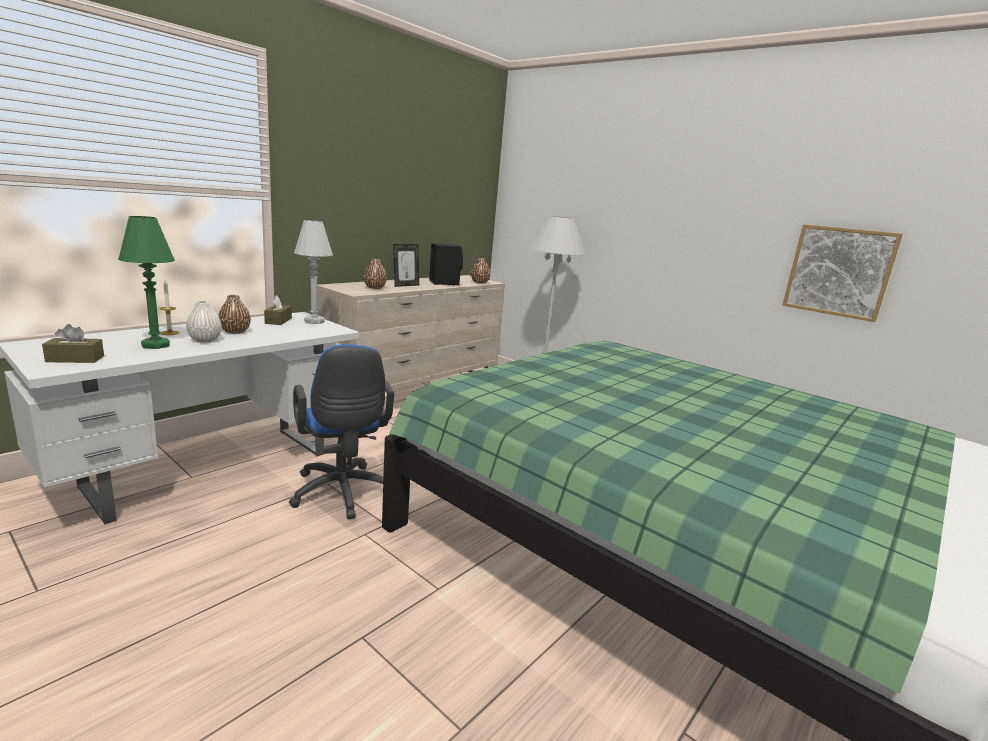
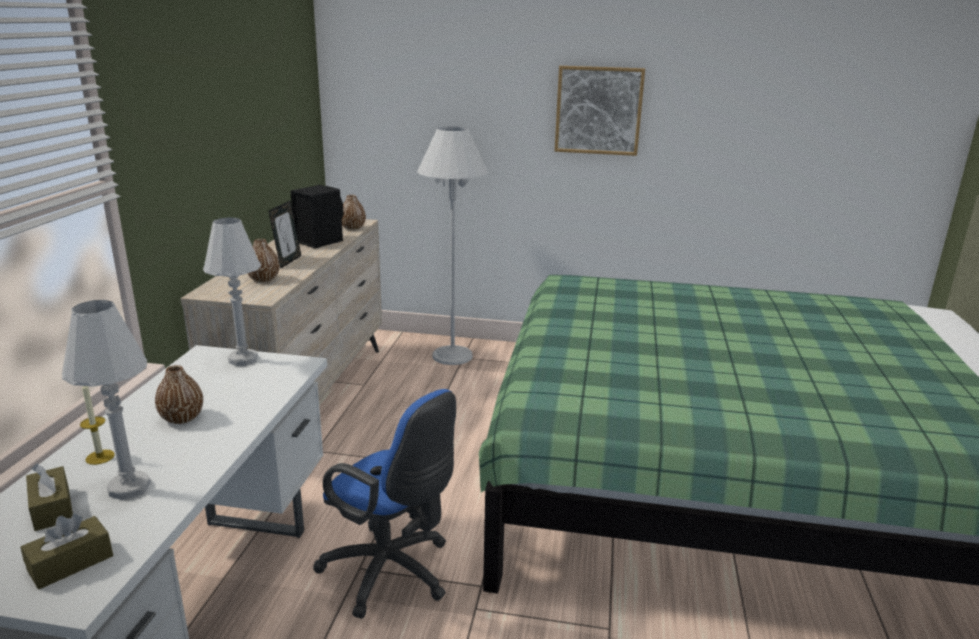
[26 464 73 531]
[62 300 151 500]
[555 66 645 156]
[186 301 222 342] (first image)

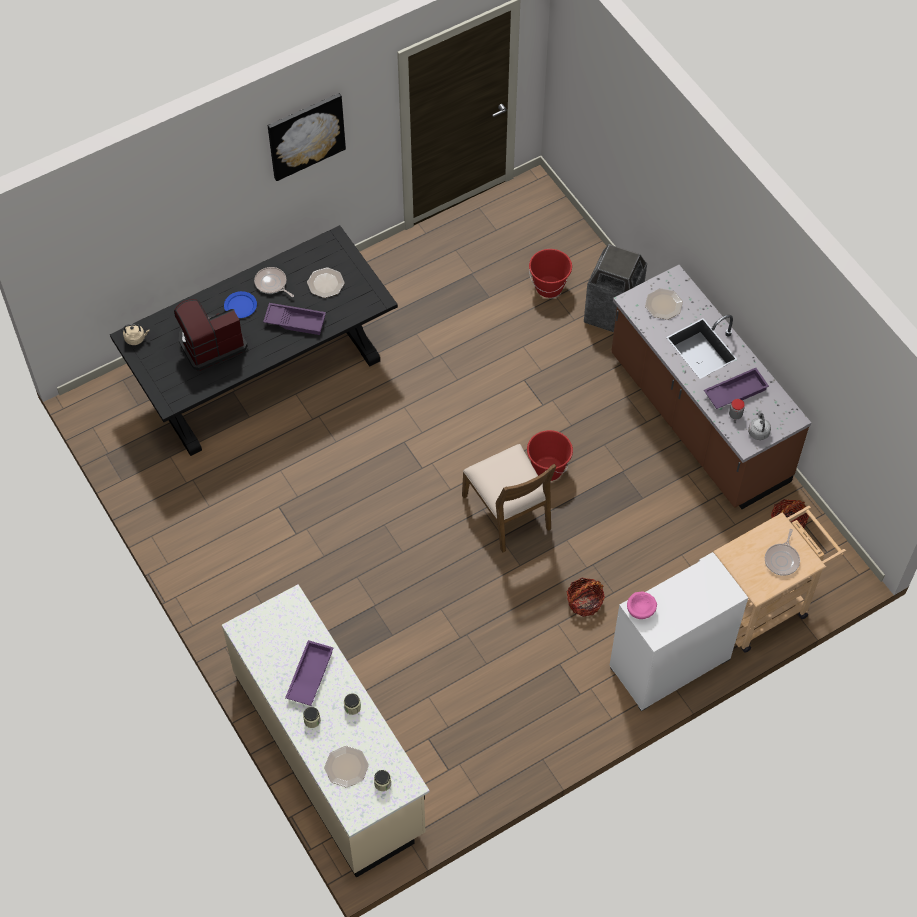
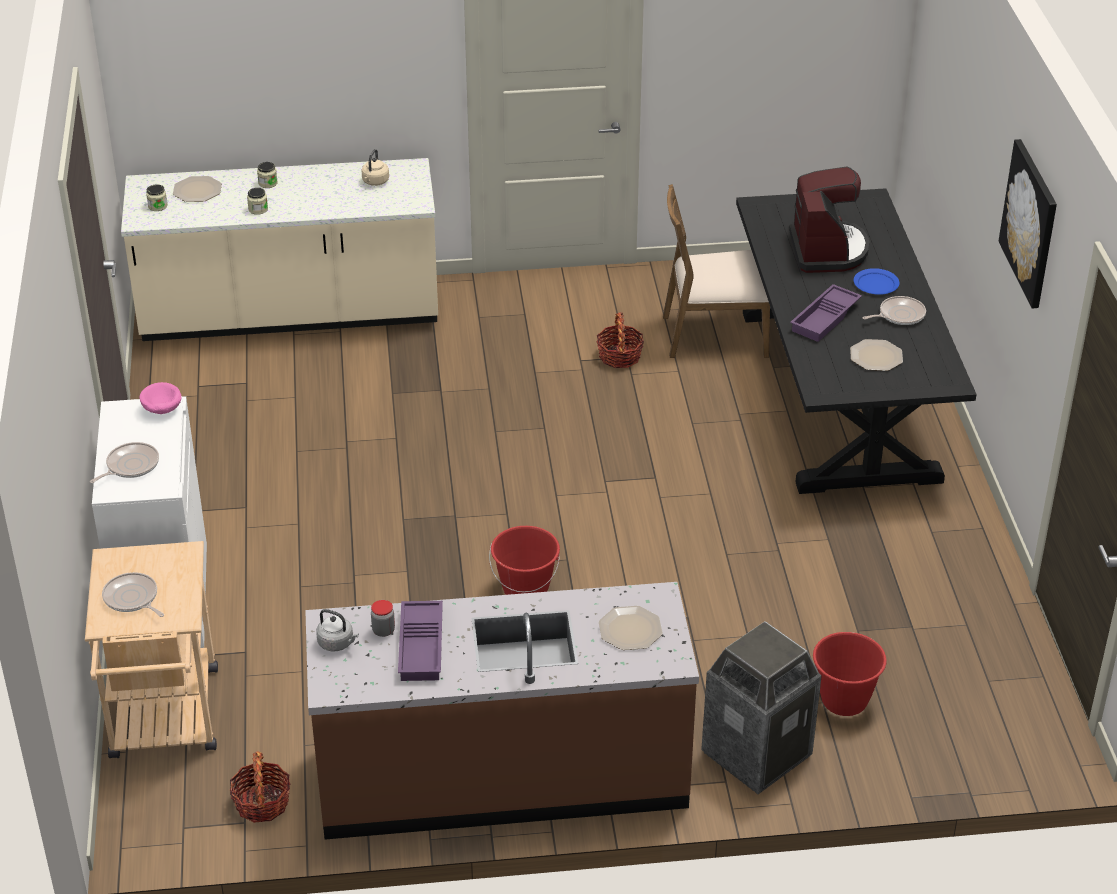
[90 442 159 483]
[361 149 389 186]
[597 312 644 368]
[663 184 770 358]
[285 640 333 706] (first image)

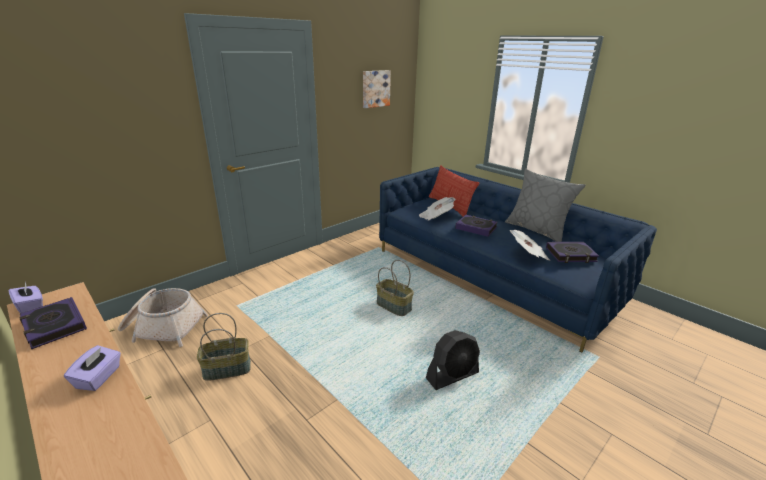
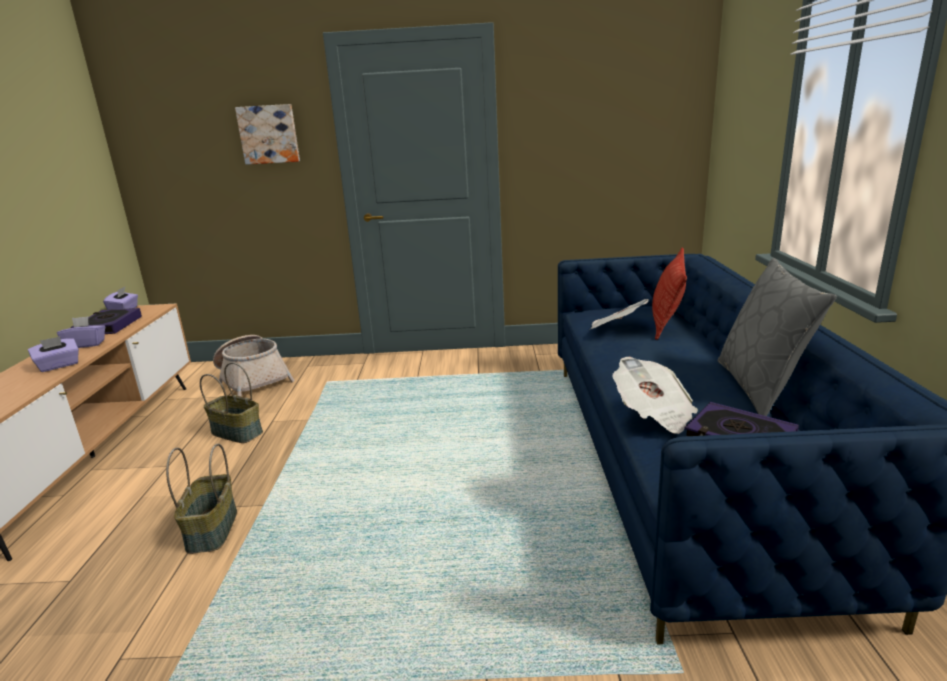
[57 316 105 348]
[166 444 237 554]
[235 104 300 165]
[426 330 480 390] (first image)
[455 215 498 237] (first image)

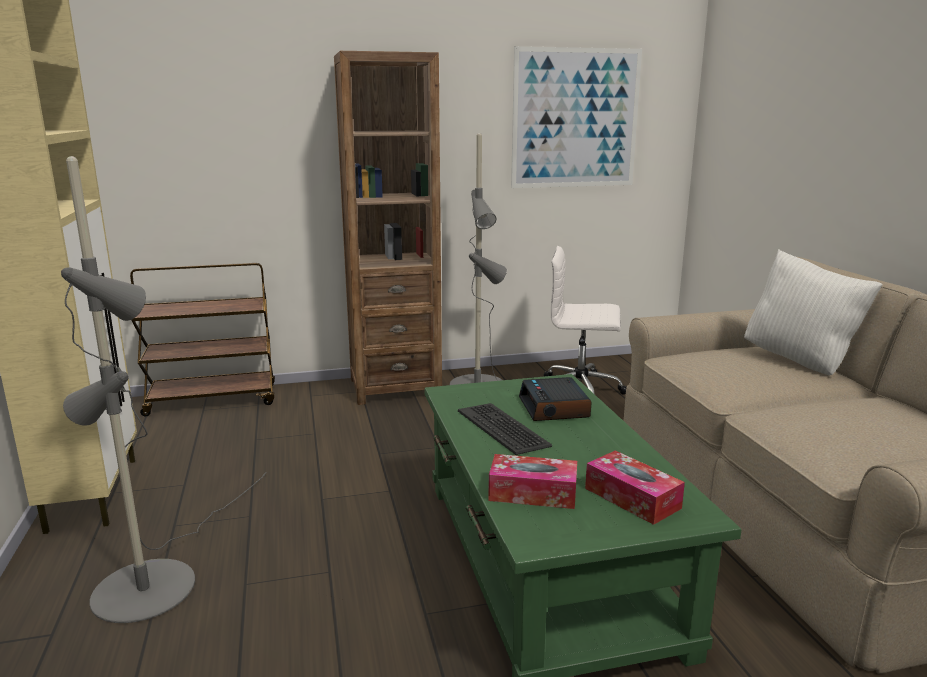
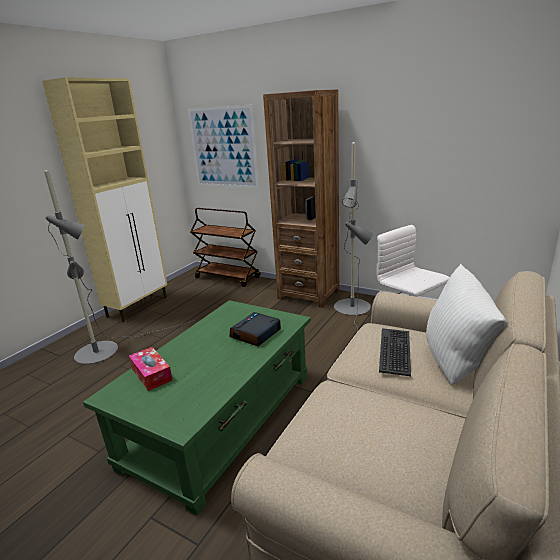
[188 105 259 188]
[379 328 411 376]
[585 450 685 525] (first image)

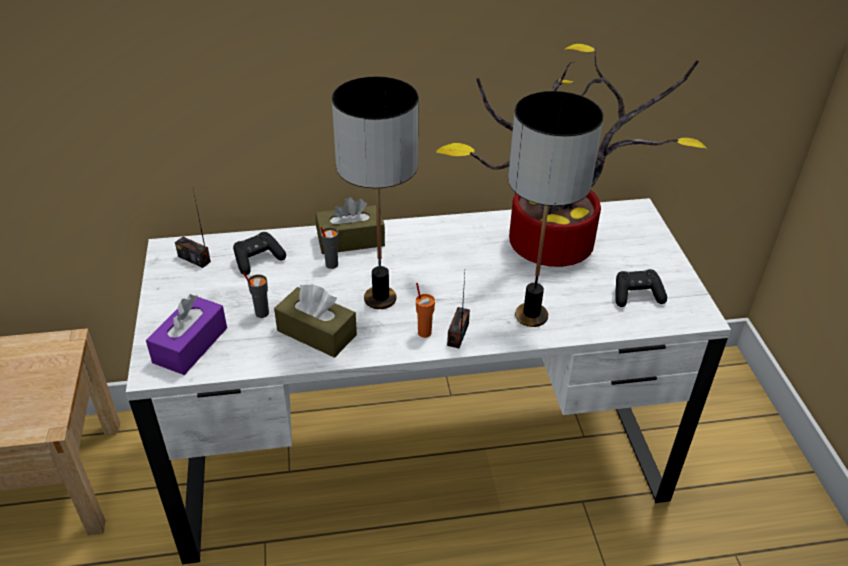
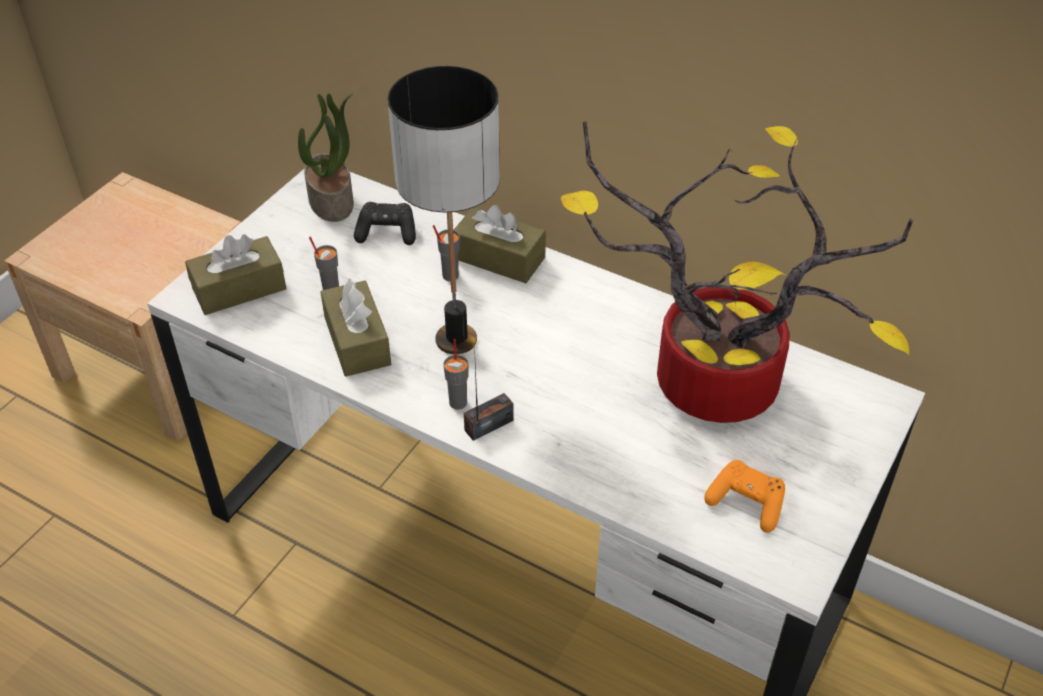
[185 234 286 315]
[298 93 354 222]
[443 339 469 410]
[704 460 785 533]
[508 91 604 327] (first image)

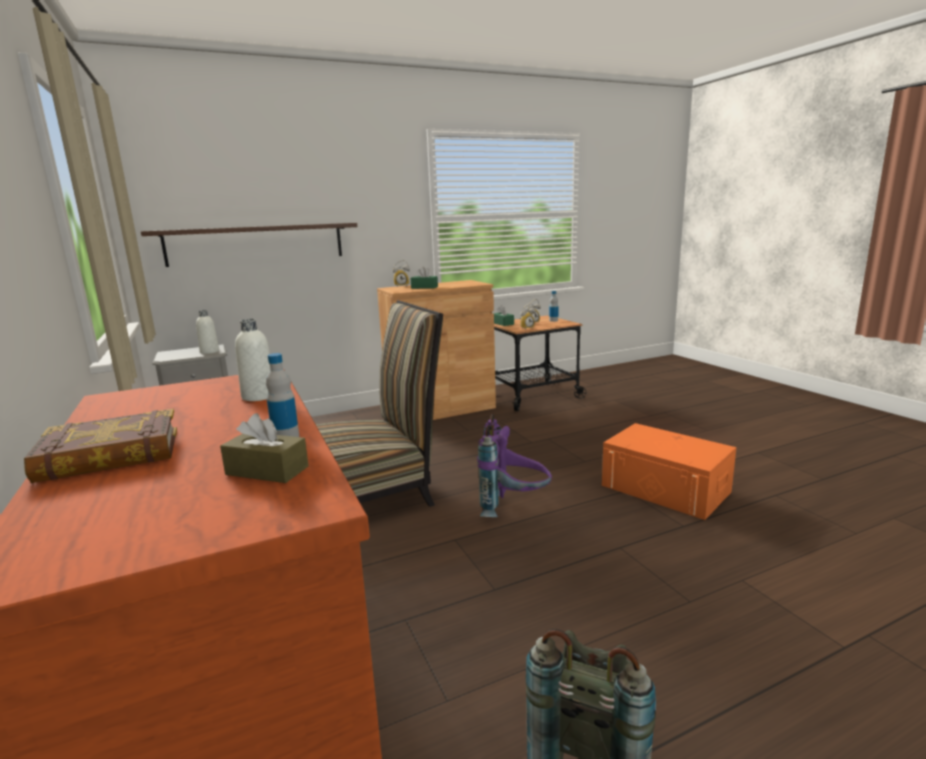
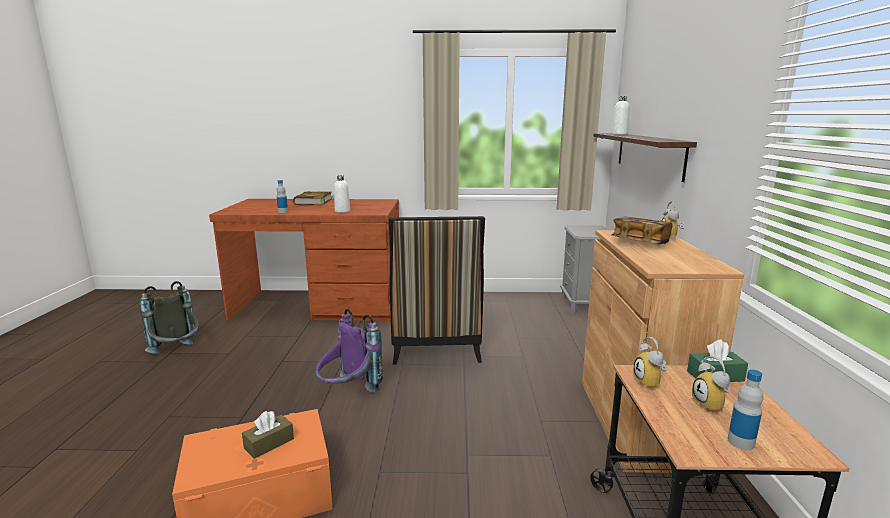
[242 411 294 459]
[611 217 673 244]
[612 96 630 135]

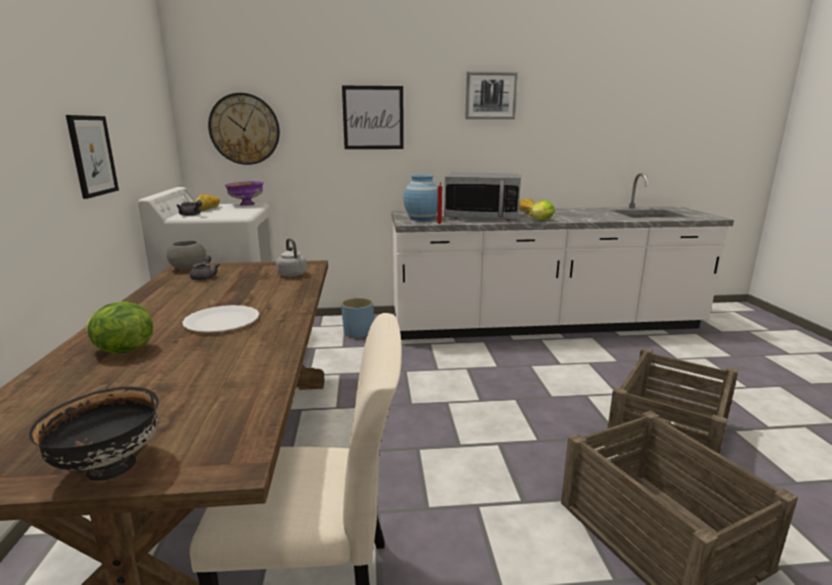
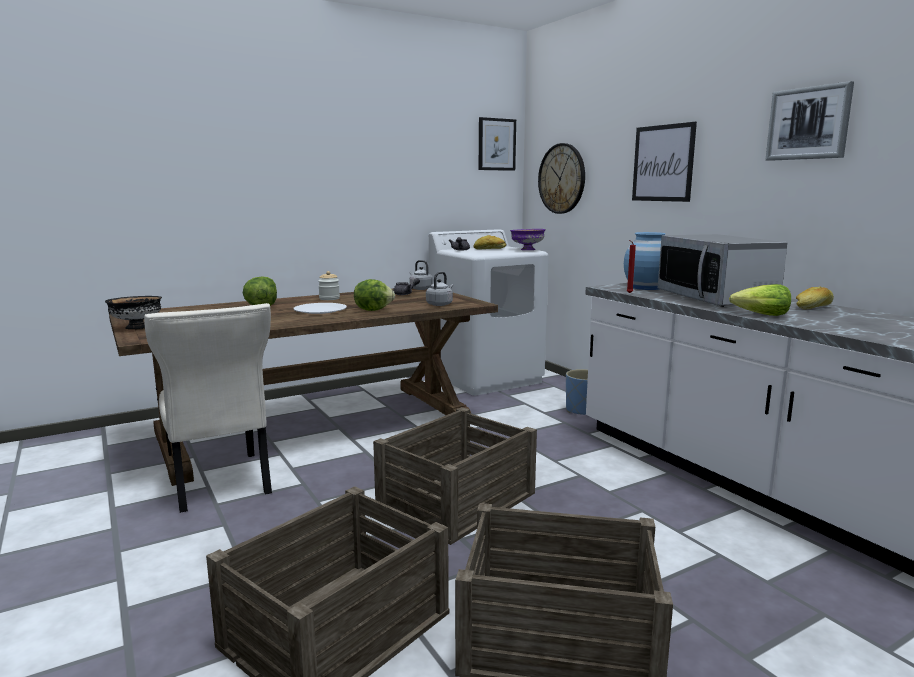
[318 271 340 300]
[354 279 395 311]
[373 407 537 545]
[409 260 433 290]
[479 117 516 171]

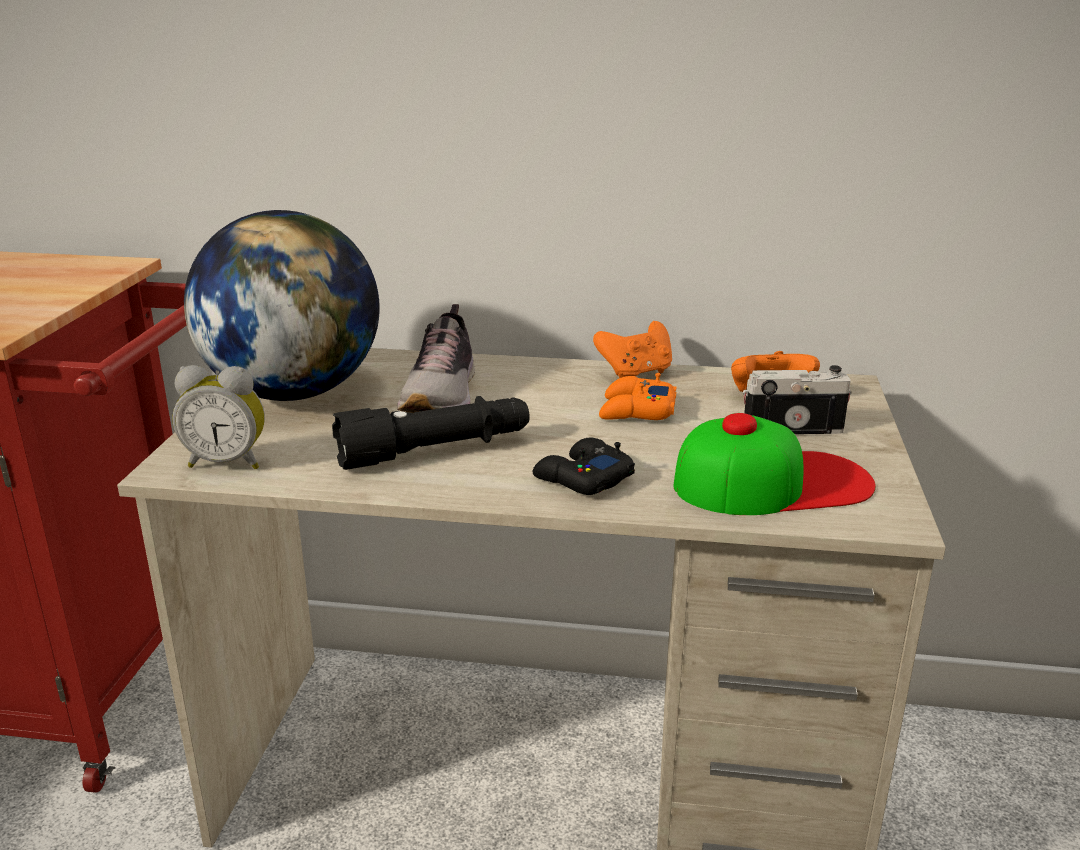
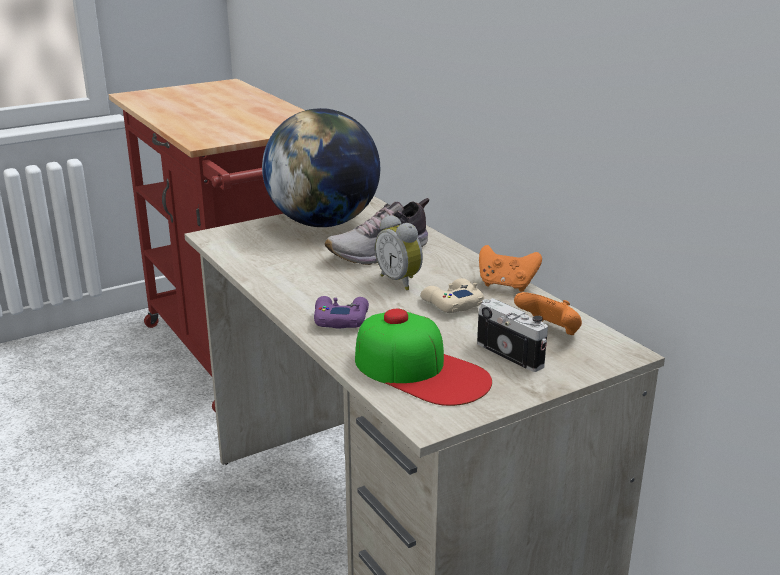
[314 296 369 329]
[375 215 423 290]
[420 278 484 313]
[332 396 530 470] (first image)

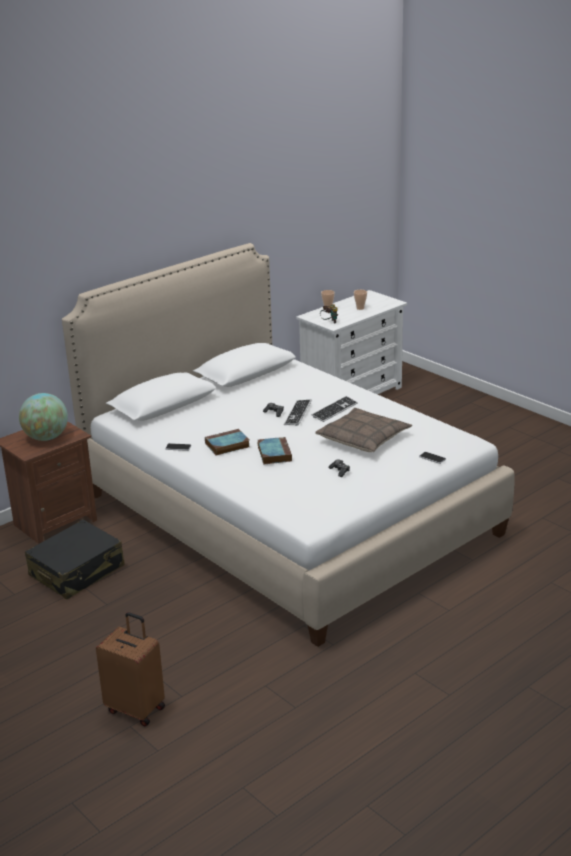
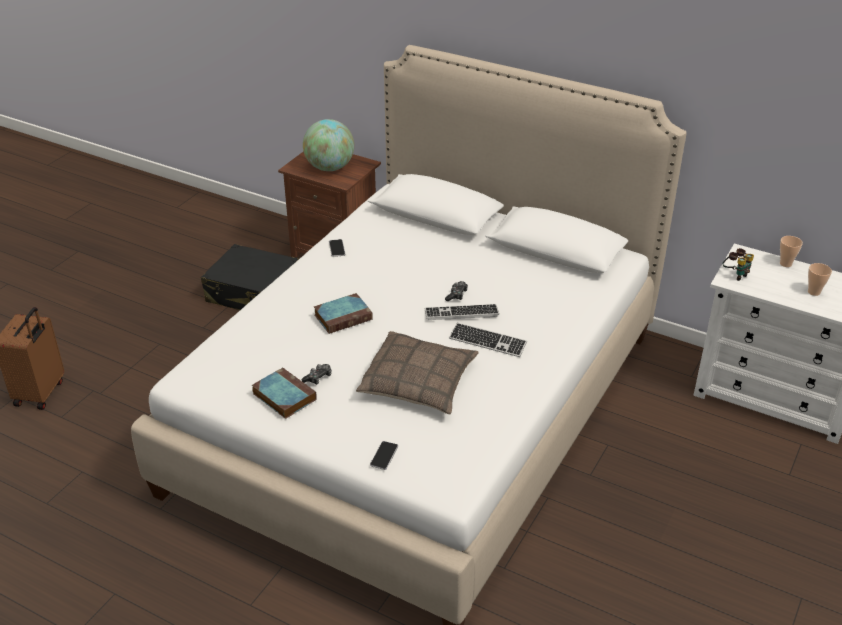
[252 367 316 419]

